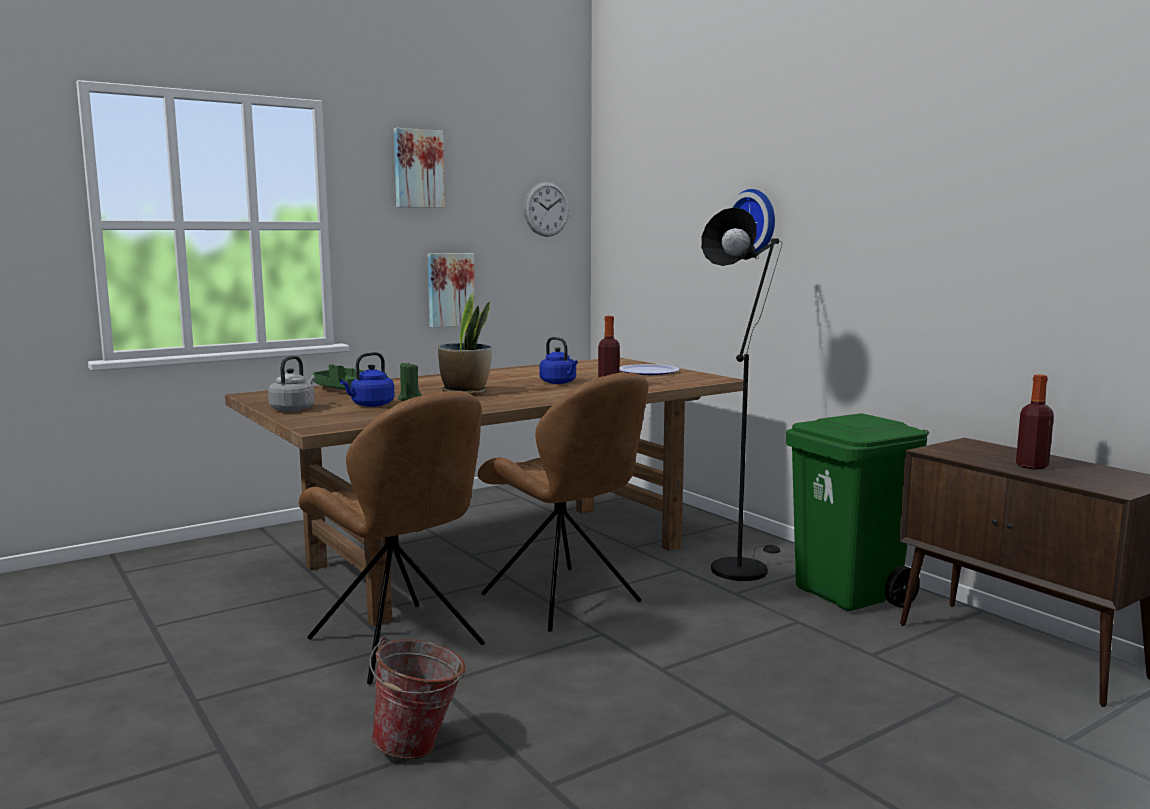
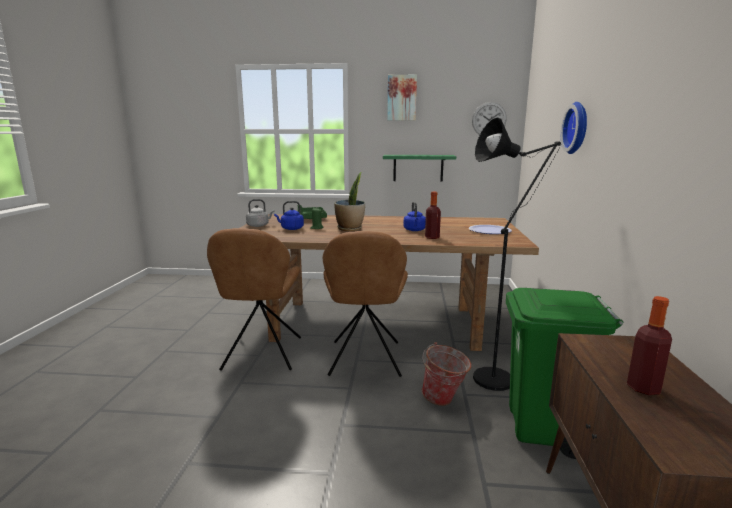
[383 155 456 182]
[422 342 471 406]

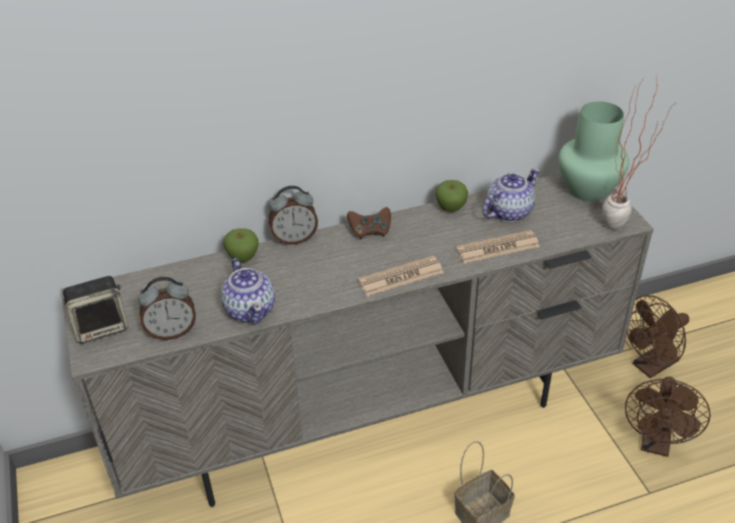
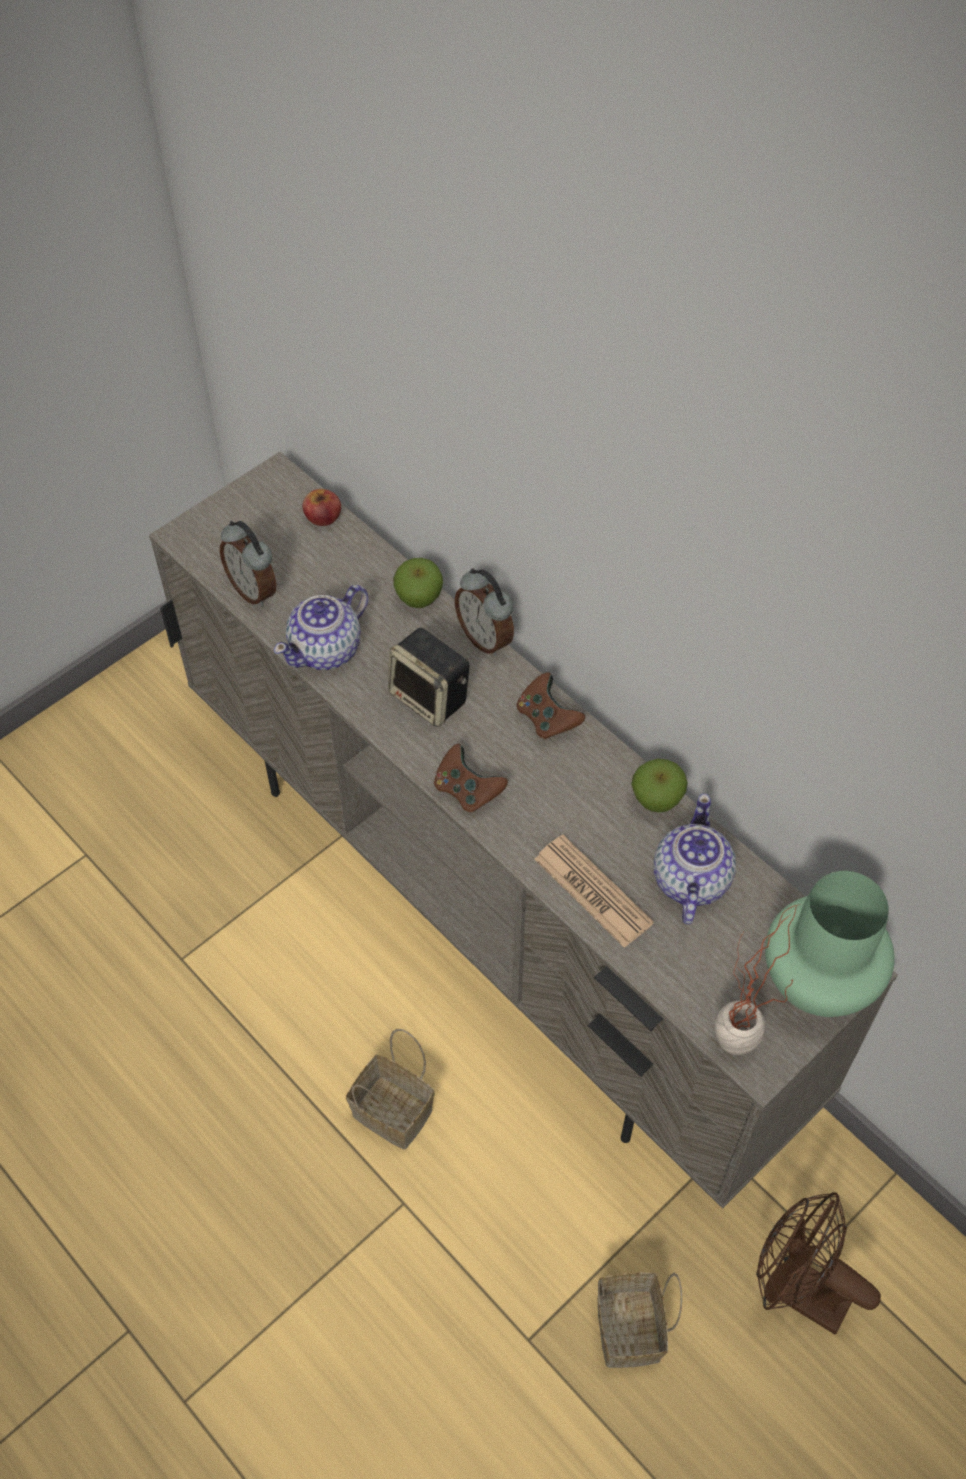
[303 489 341 526]
[388 628 469 727]
[434 744 508 812]
[598 1273 682 1368]
[654 794 736 924]

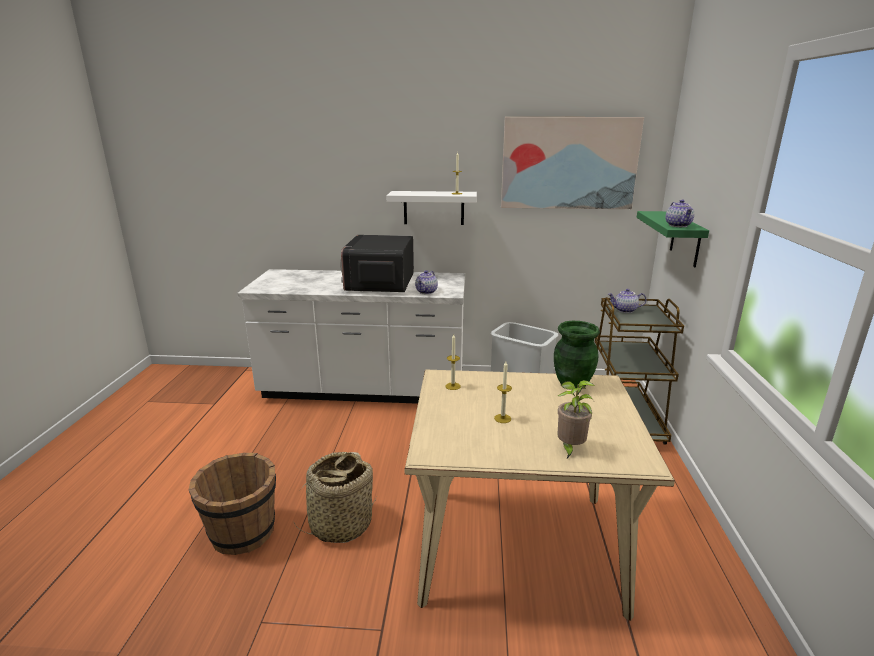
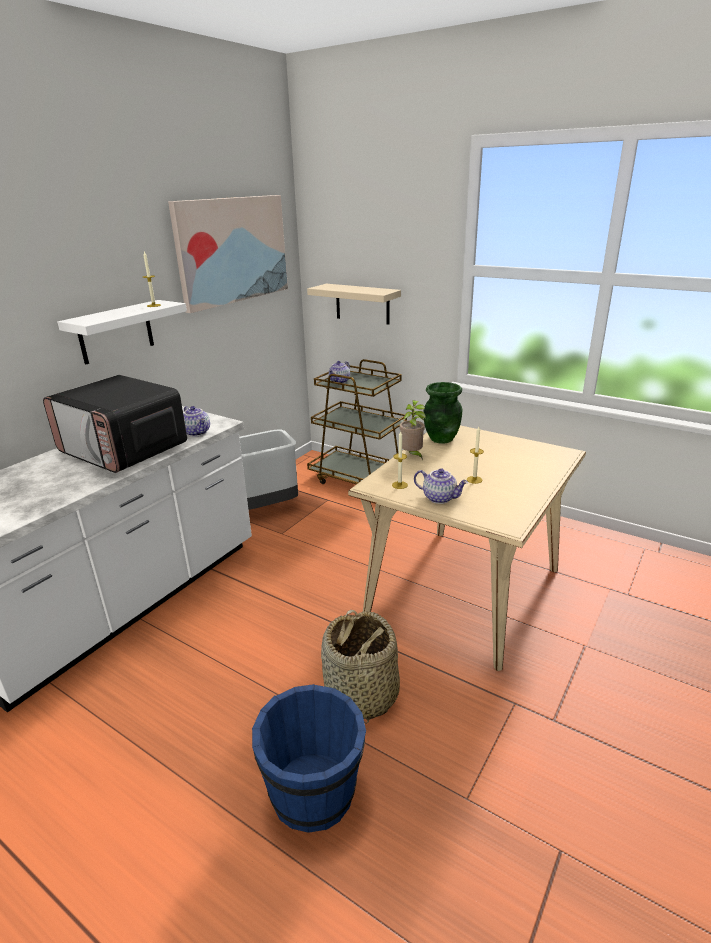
[252 684 366 833]
[307 284 401 325]
[399 400 426 461]
[414 468 468 504]

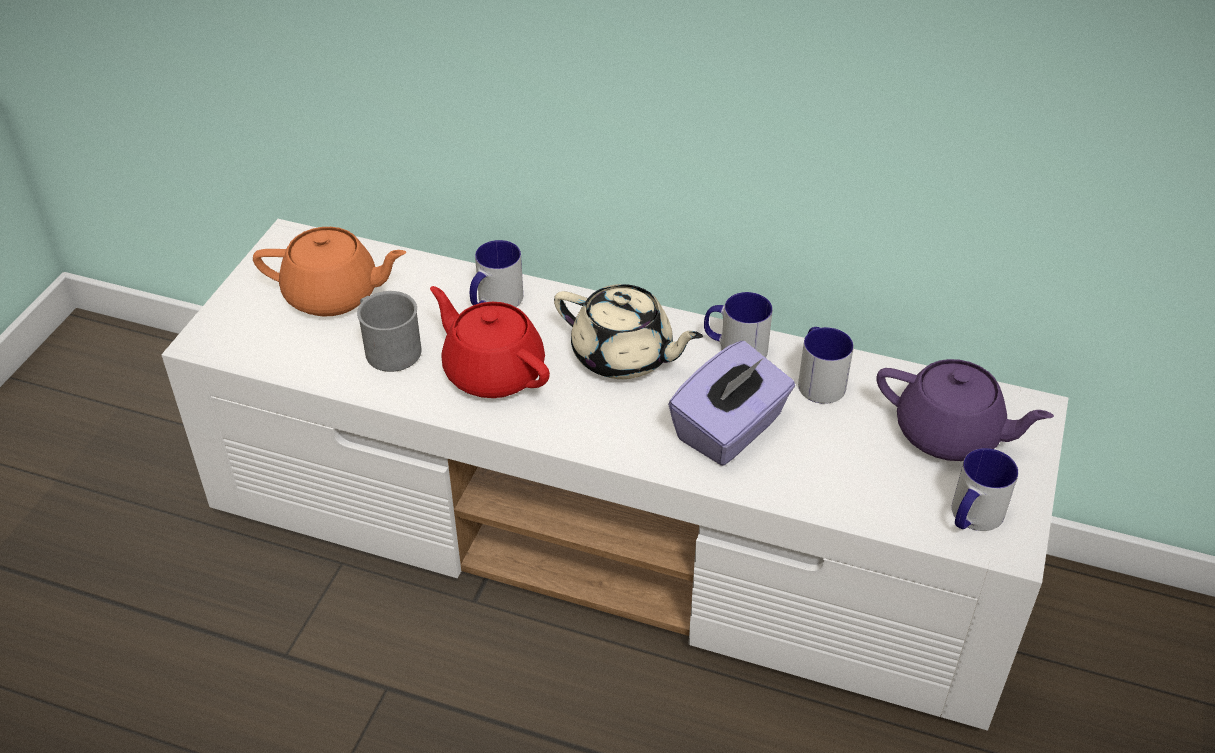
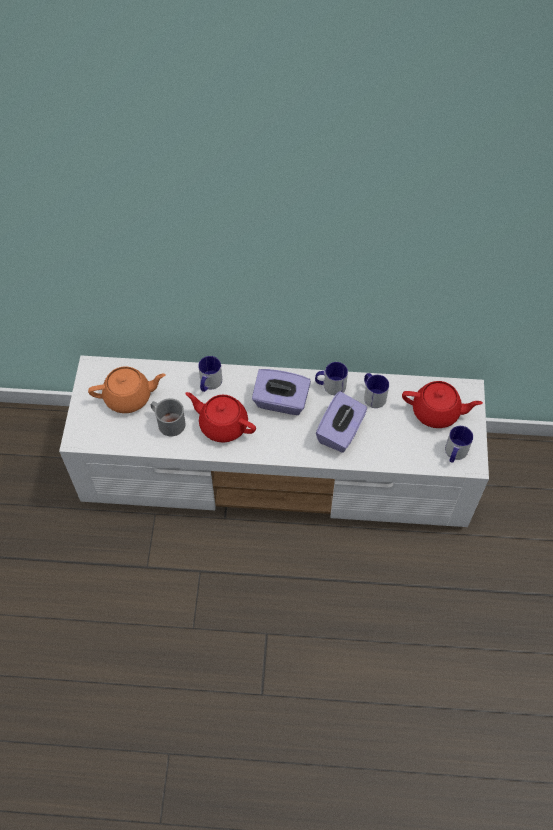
[252 369 311 415]
[402 381 483 428]

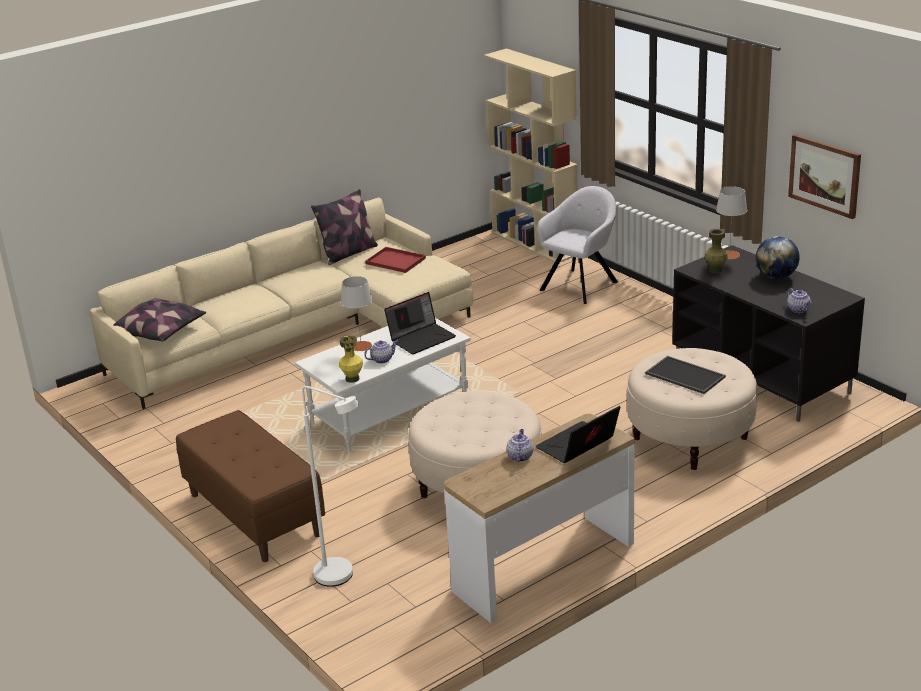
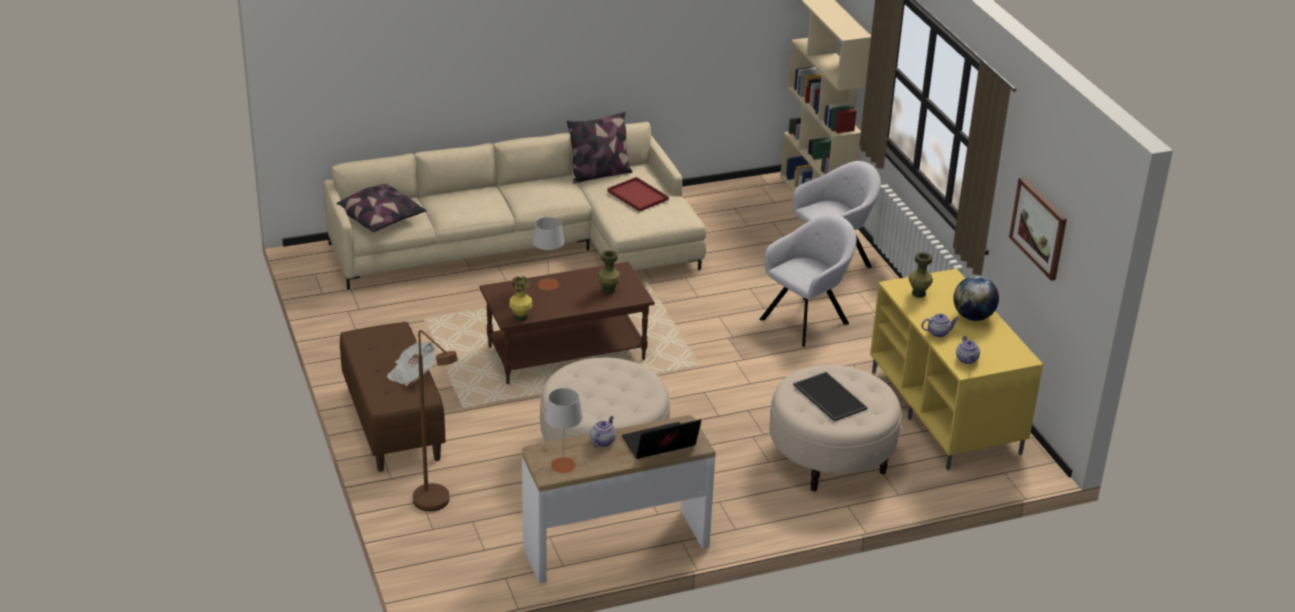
[387 342 436 386]
[413 330 458 511]
[479 262 654 384]
[545 388 583 473]
[598 250 620 295]
[759 214 857 347]
[870 269 1043 470]
[921 314 959 337]

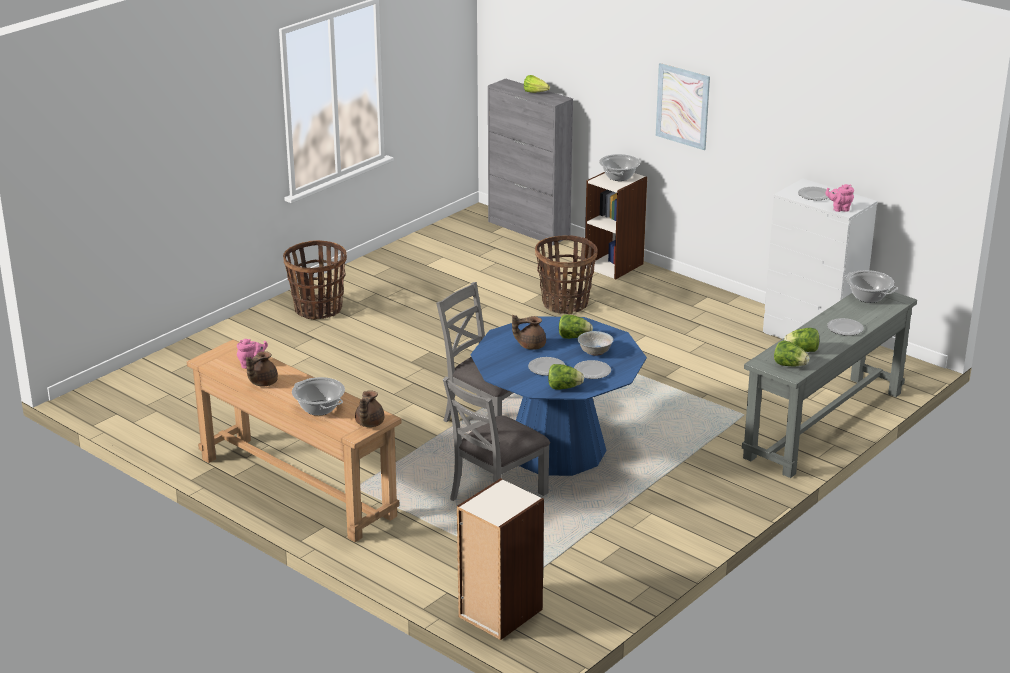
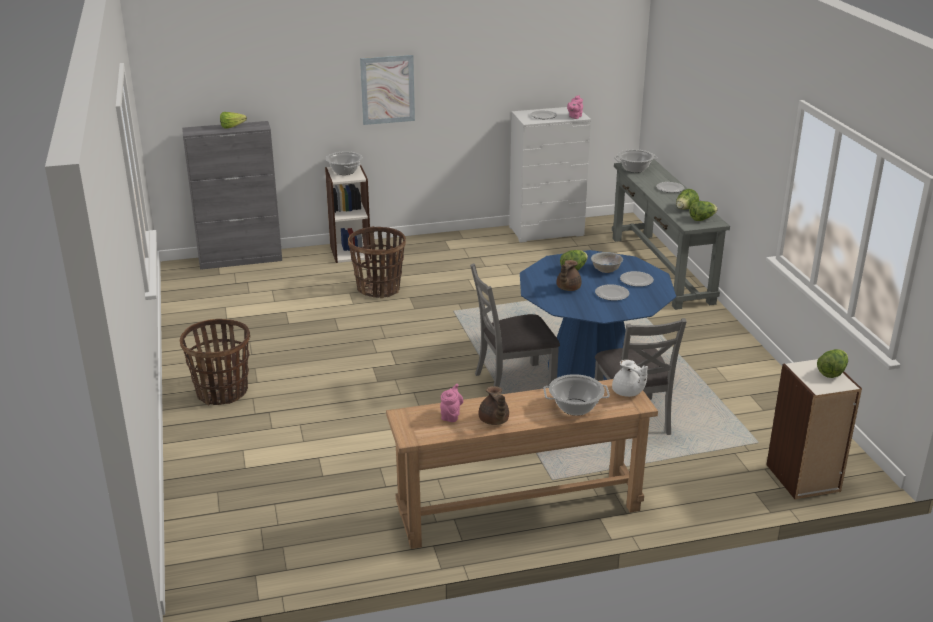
[612 360 648 397]
[817 349 848 378]

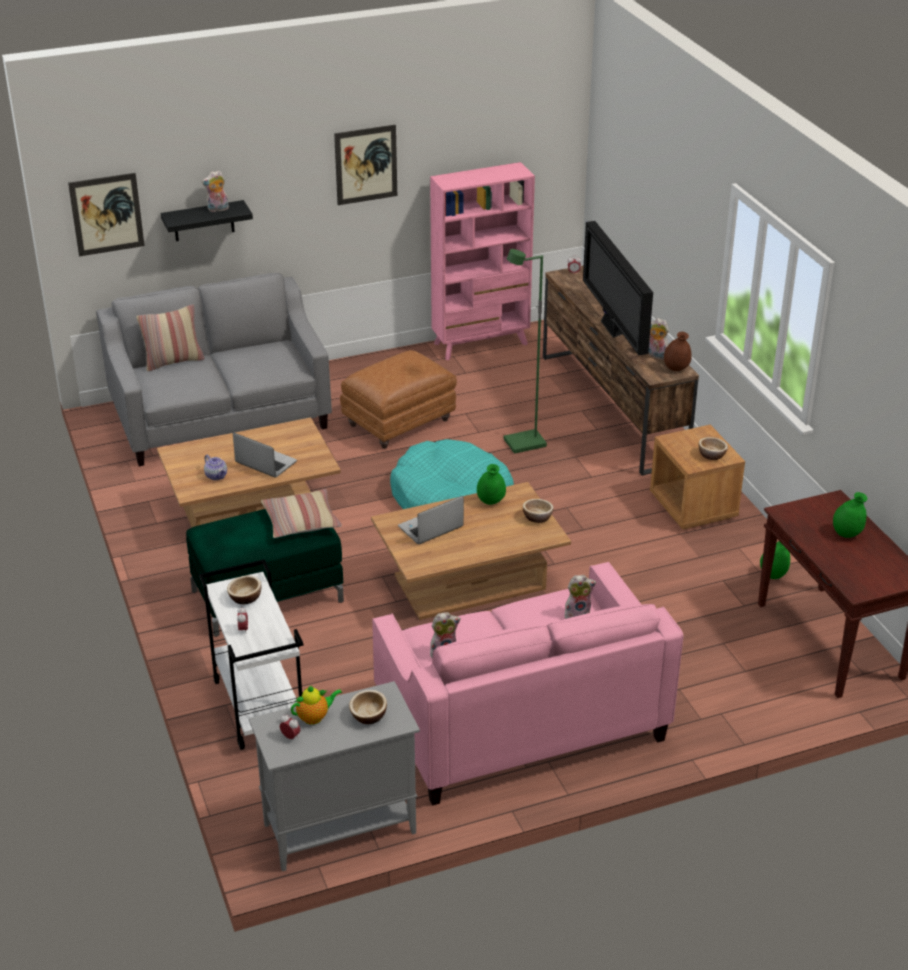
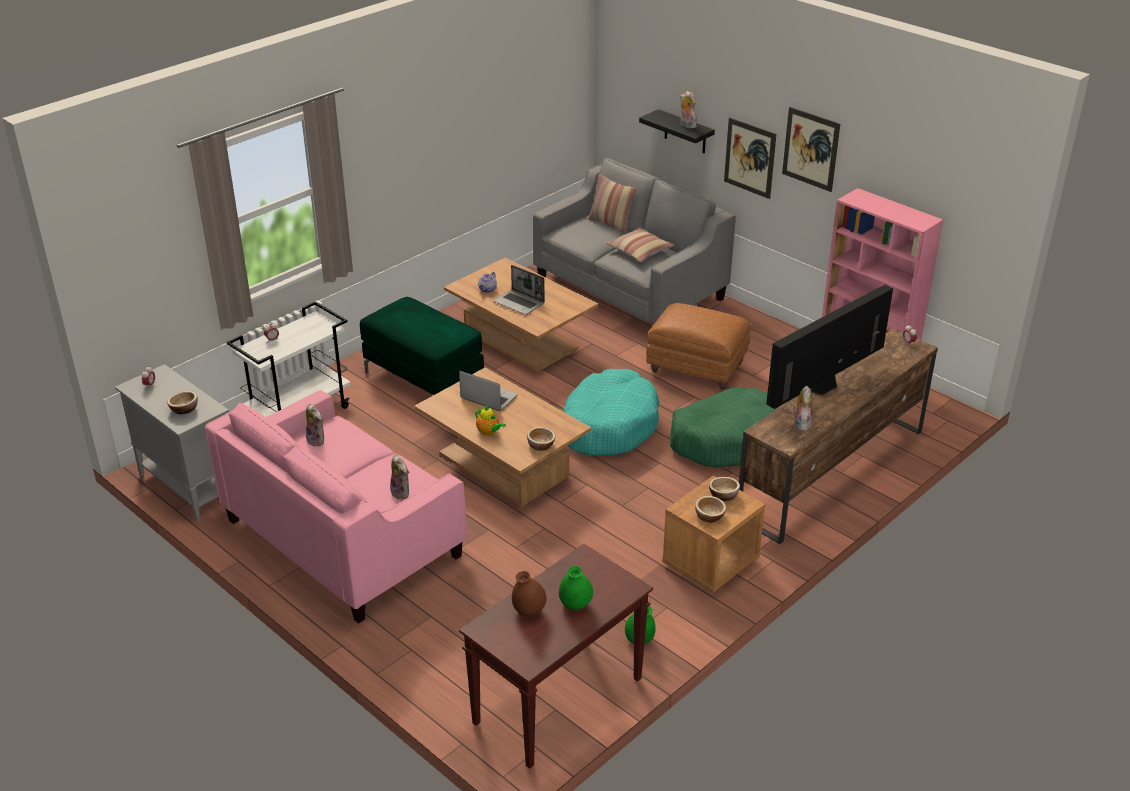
[475 406 506 436]
[493 265 545 315]
[512 571 546 616]
[606 228 675 262]
[670 387 778 467]
[709 477 740 501]
[724 117 776 199]
[477 464 506 505] (first image)

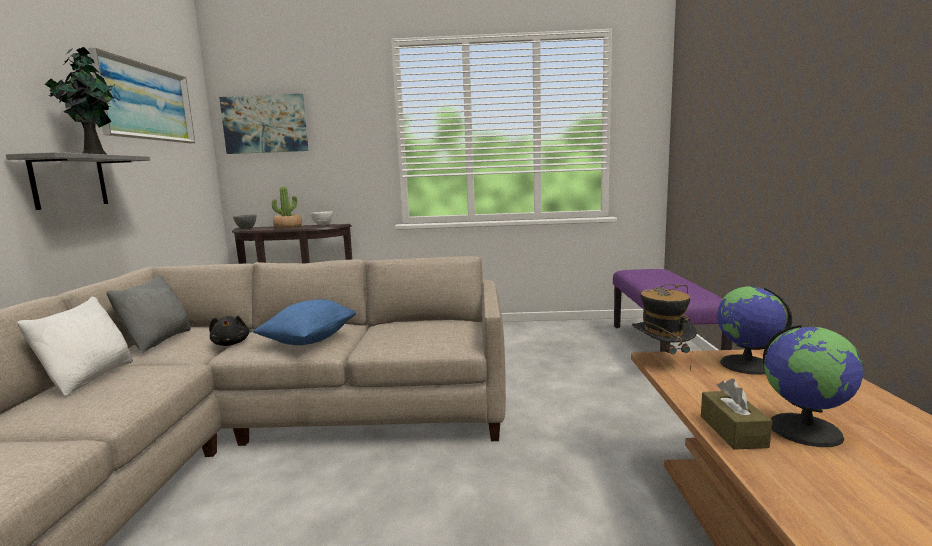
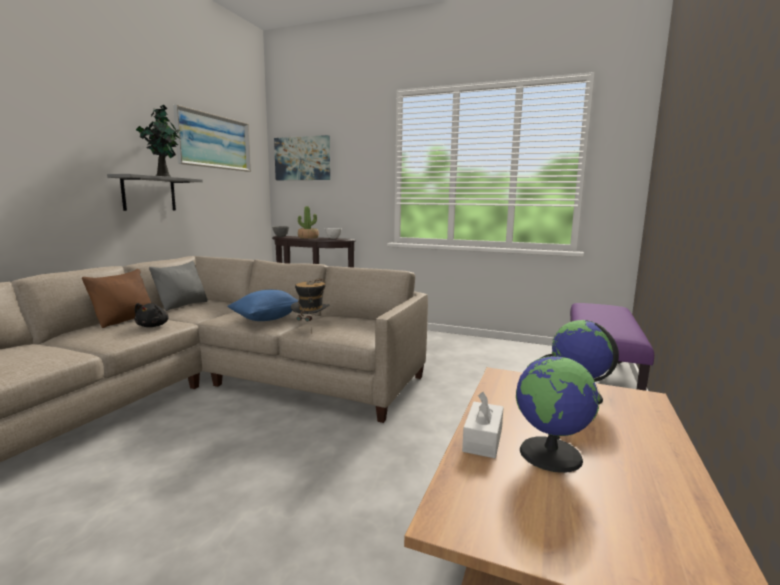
[82 269 151 328]
[135 303 169 327]
[291 279 330 333]
[462 392 504 458]

